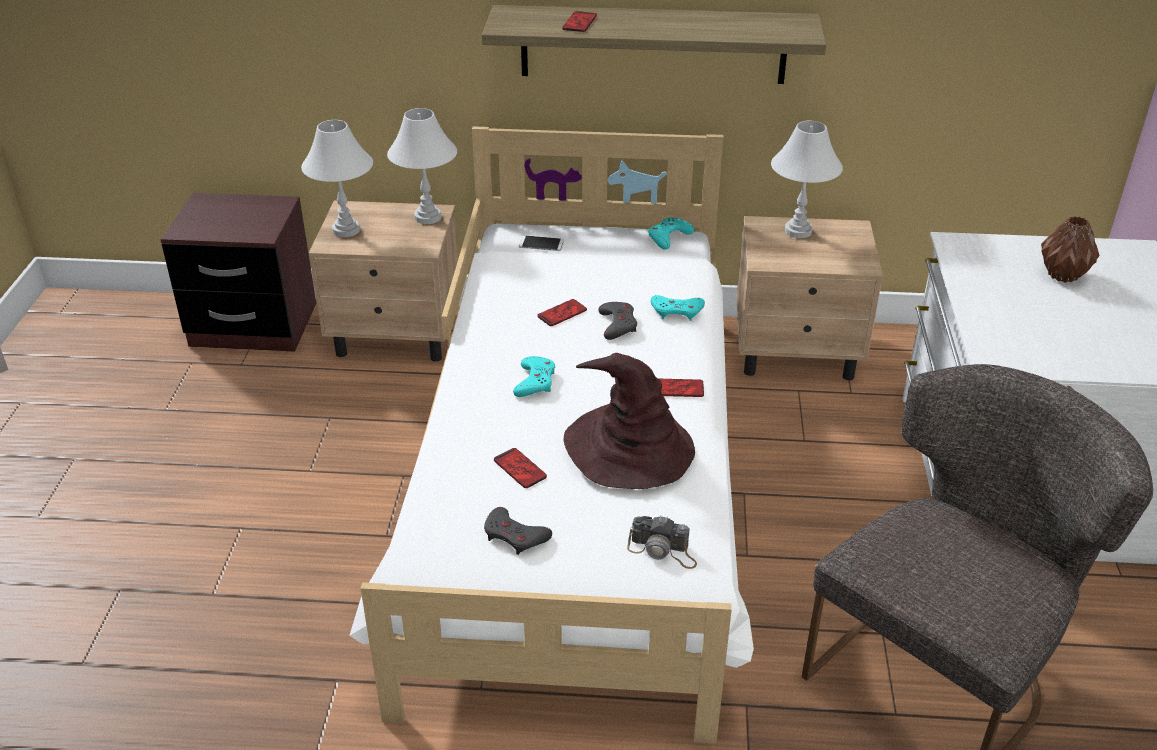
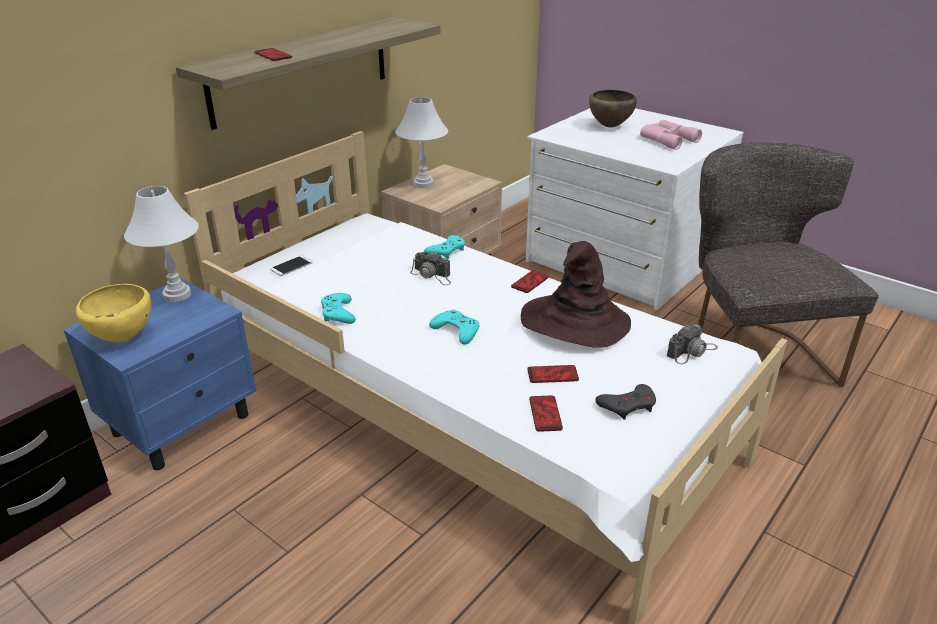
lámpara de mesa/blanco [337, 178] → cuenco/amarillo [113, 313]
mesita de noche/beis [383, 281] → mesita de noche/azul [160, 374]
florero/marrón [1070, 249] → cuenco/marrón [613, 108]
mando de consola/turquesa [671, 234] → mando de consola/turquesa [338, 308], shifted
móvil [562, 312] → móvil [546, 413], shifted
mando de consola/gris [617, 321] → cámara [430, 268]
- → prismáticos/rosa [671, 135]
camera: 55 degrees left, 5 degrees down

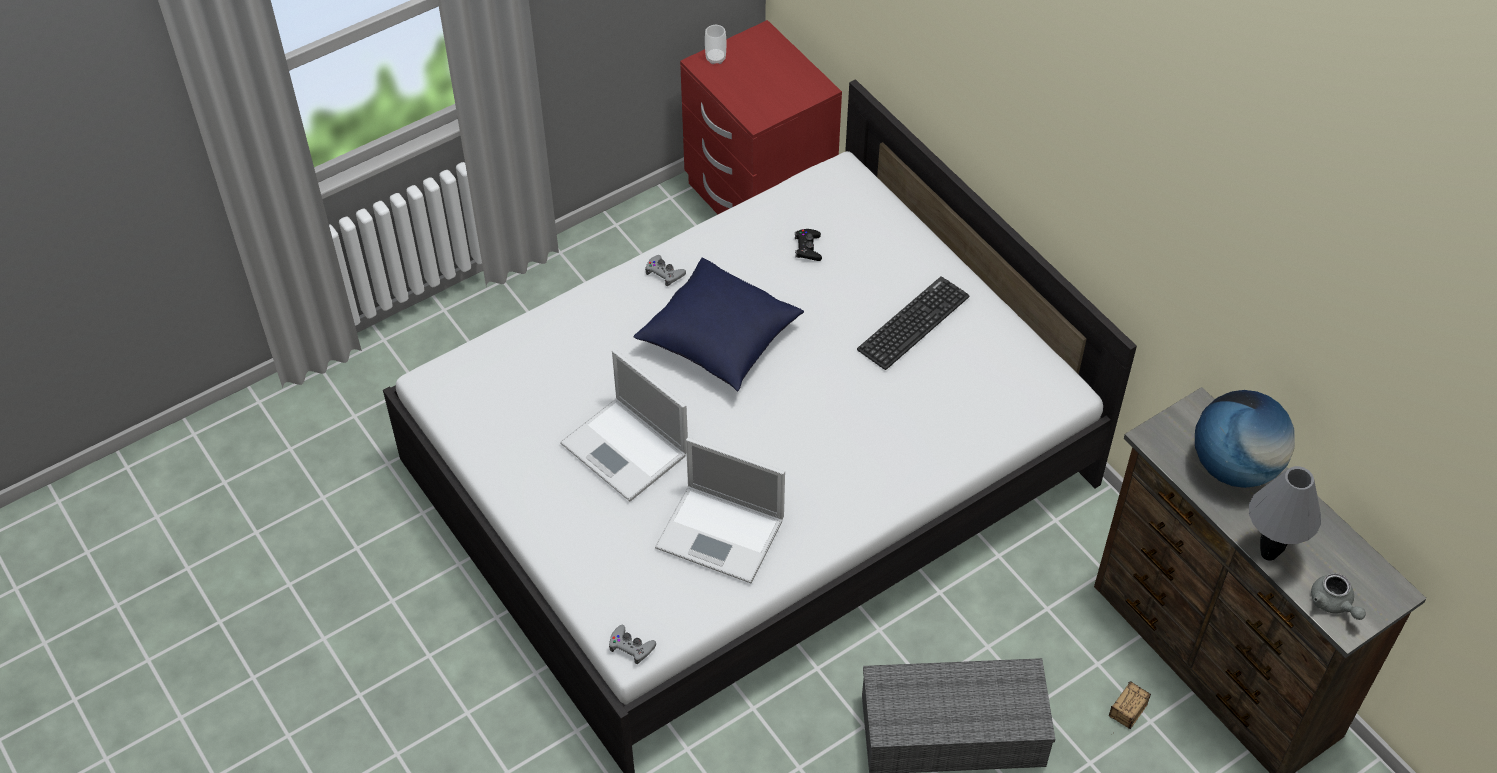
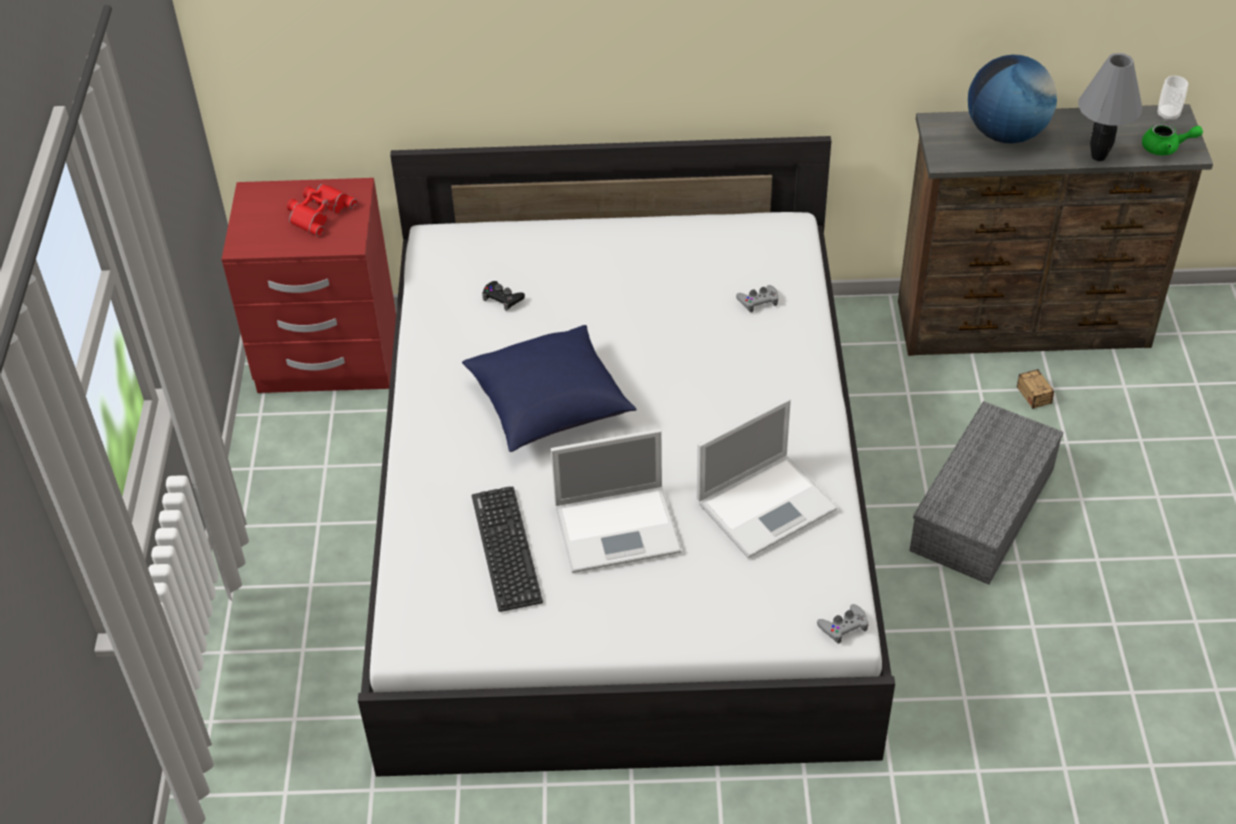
taza [715, 44] → taza [1173, 98], shifted
mando de consola/gris [665, 270] → mando de consola/gris [757, 298], shifted
teclado [913, 323] → teclado [507, 549], shifted
tetera/gris [1338, 596] → tetera/verde [1172, 138]
- → prismáticos/rojo [322, 210]
camera: 55 degrees left, 5 degrees down

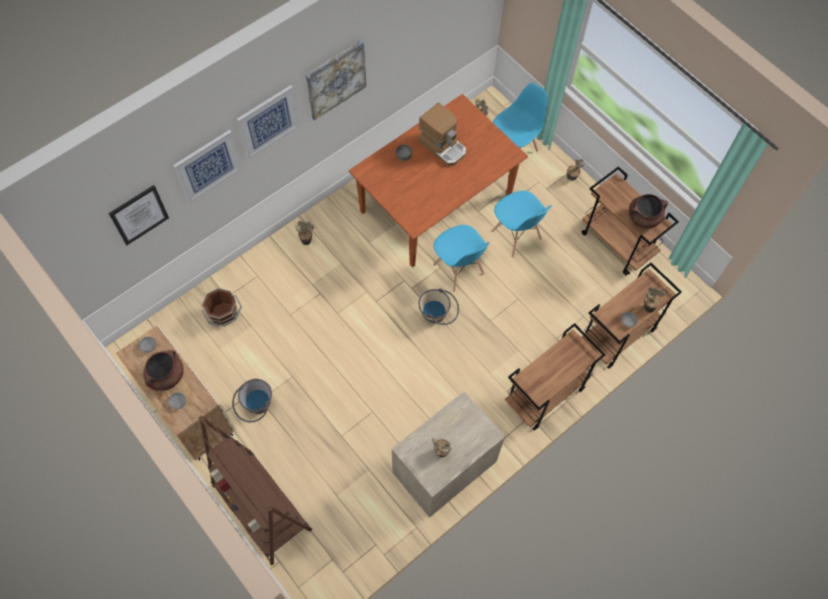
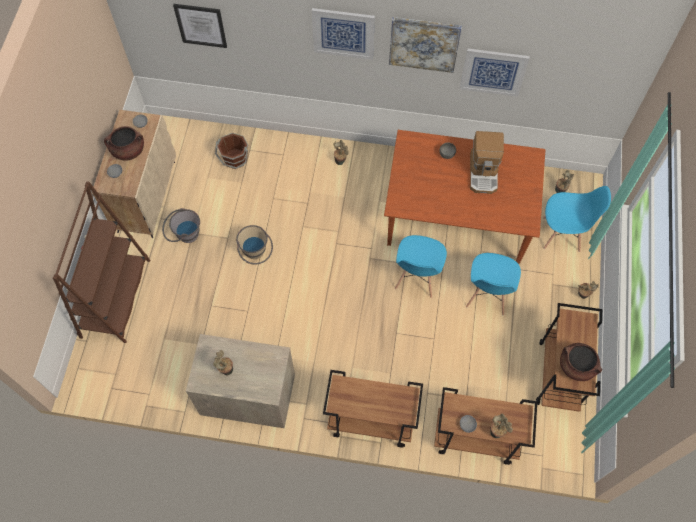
cuadro [207, 166] → cuadro [495, 72], shifted
cubo/beis [438, 307] → cubo/beis [254, 245], shifted
camera: 50 degrees right, 0 degrees up

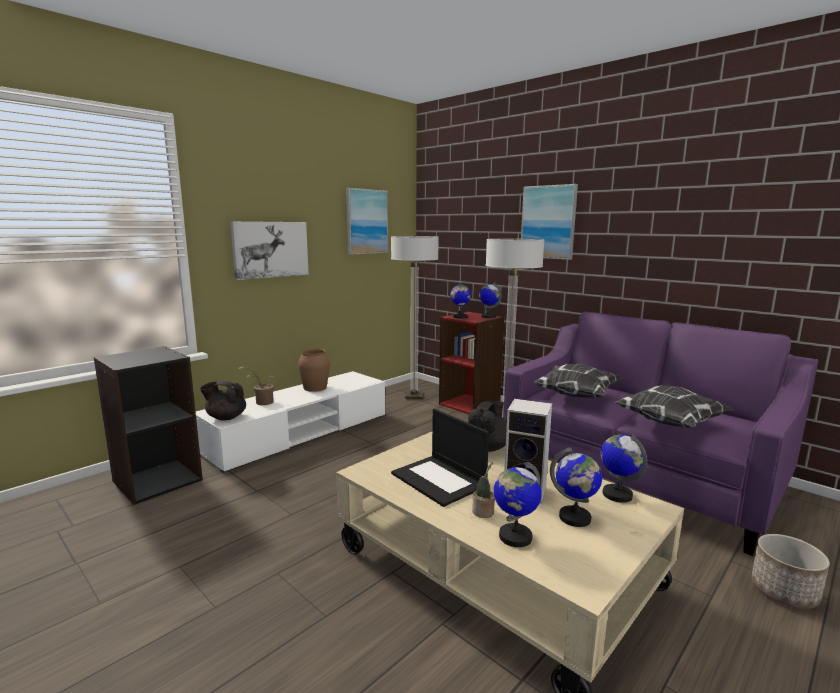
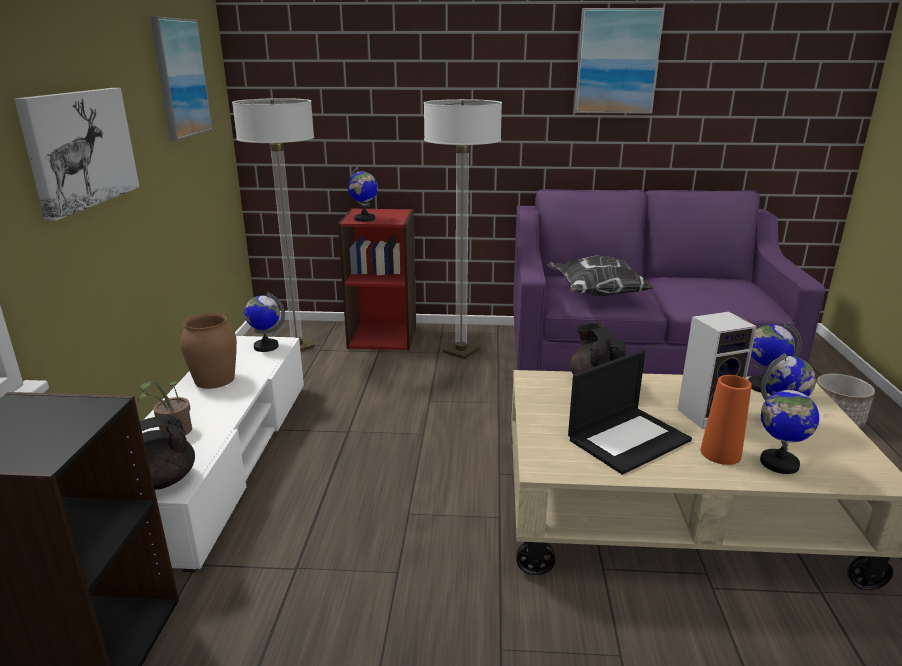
cuadro [549, 222] → cuadro [619, 61], shifted
globo terráqueo [490, 300] → globo terráqueo [264, 322], shifted
cojín [674, 406] → -
portátil [440, 458] → portátil [630, 412], 45 degrees counterclockwise
planta en maceta [483, 490] → florero/naranja [726, 420]
camera: 40 degrees left, 10 degrees up

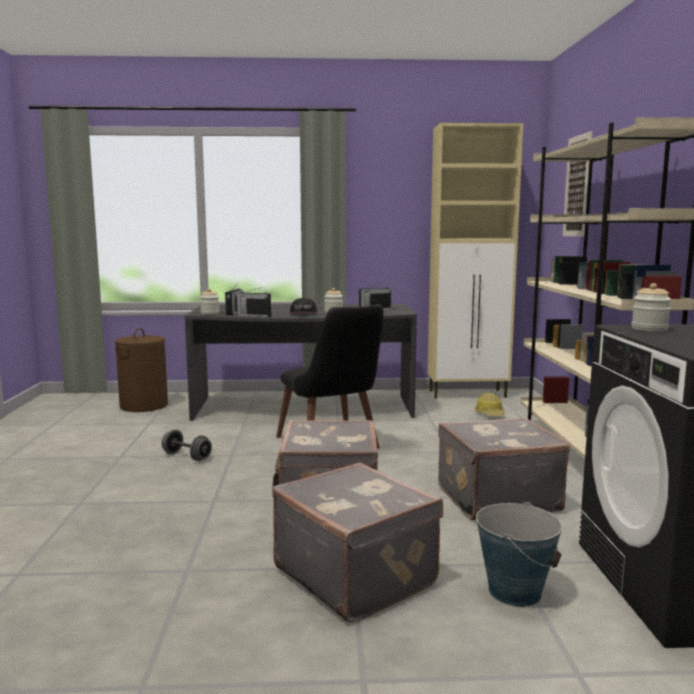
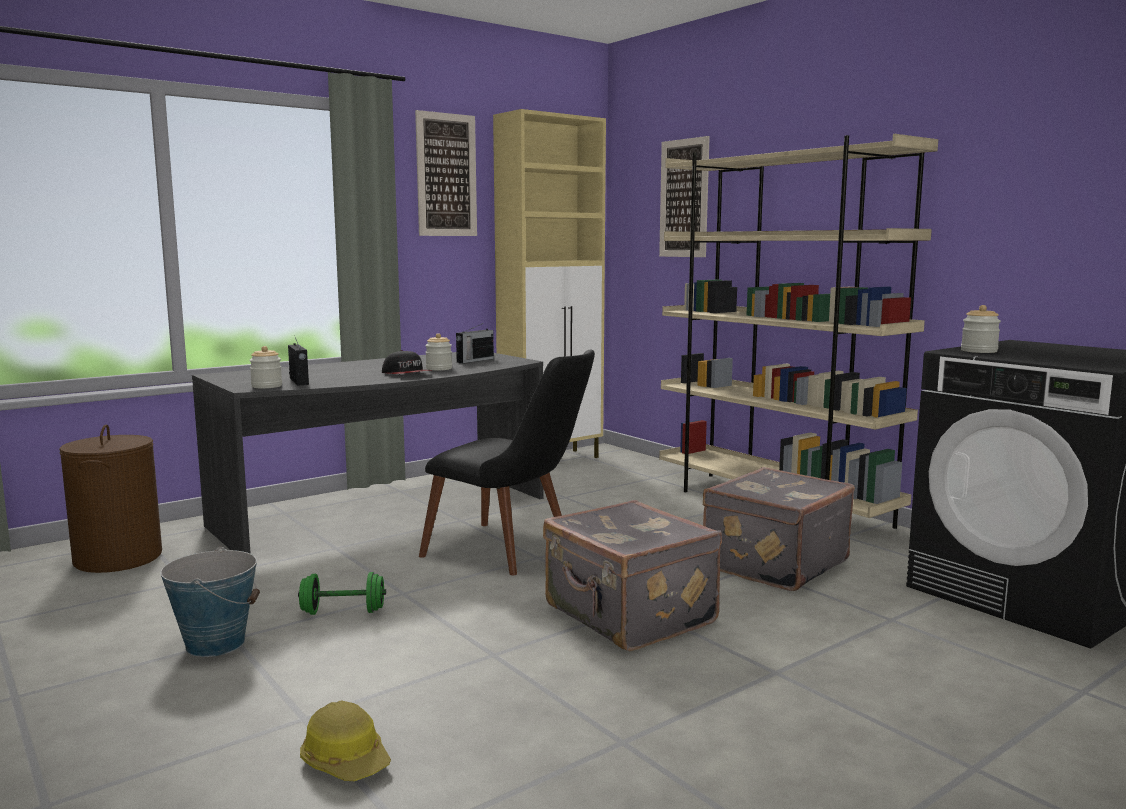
radio [253, 302] → -
casco [489, 404] → casco [345, 741], shifted
mancuerna/gris [187, 445] → mancuerna/verde [342, 593]
maleta/gris [357, 542] → -
cubo [519, 554] → cubo [210, 602], shifted
- → cuadro [446, 173]
camera: 35 degrees left, 0 degrees up

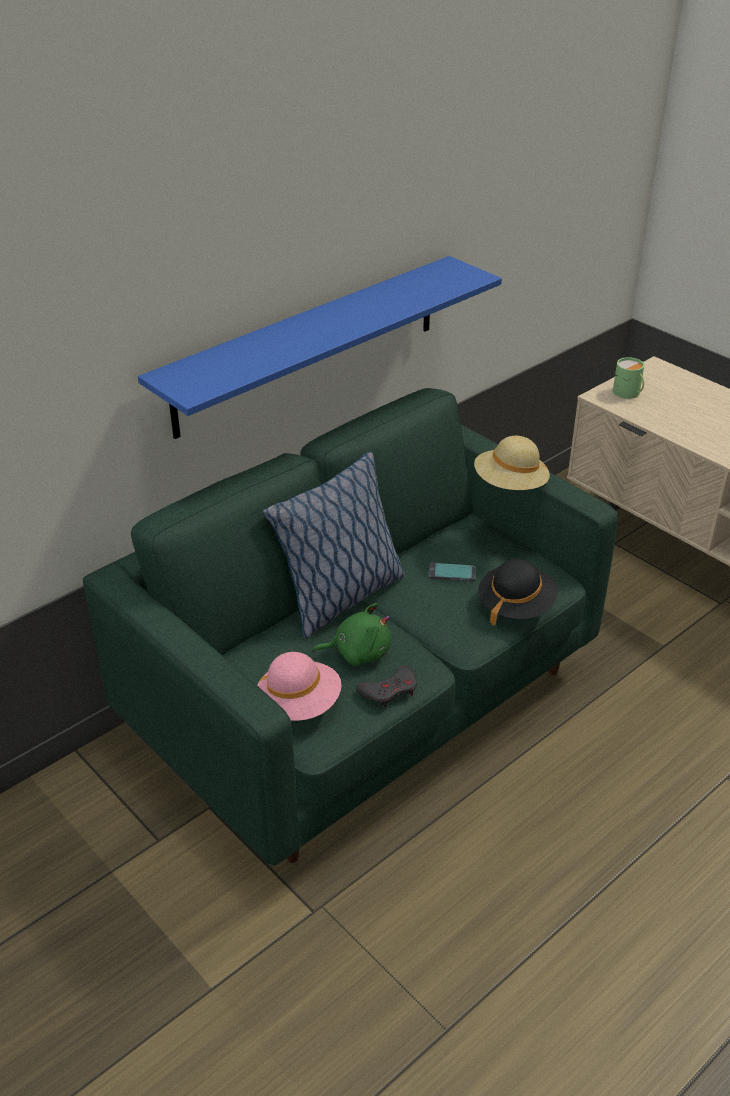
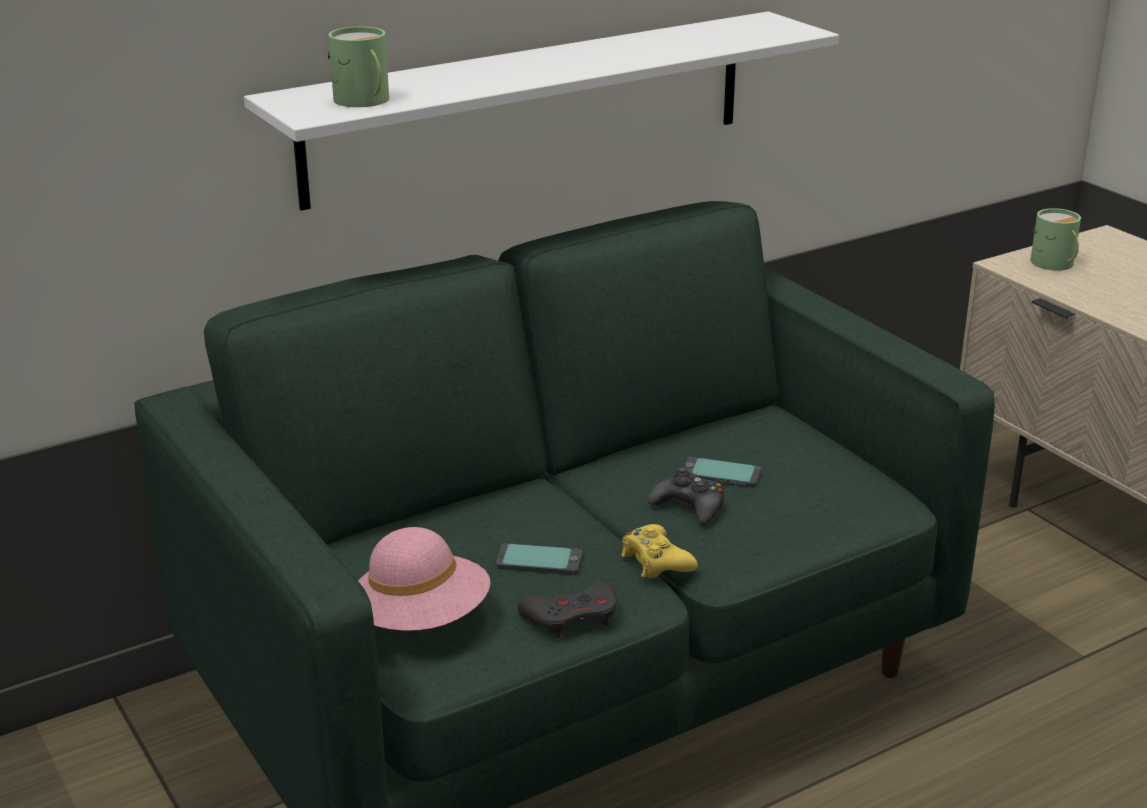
estante/azul [320, 347] → estante/blanco [541, 111]
sombrero/beis [512, 463] → -
cojín [333, 544] → -
sombrero/negro [518, 592] → -
peluche/verde [351, 634] → móvil [539, 559]
- → taza grande/verde [358, 67]
- → mando de consola/negro [686, 496]
- → mando de consola/amarillo [659, 551]
camera: 10 degrees right, 10 degrees down

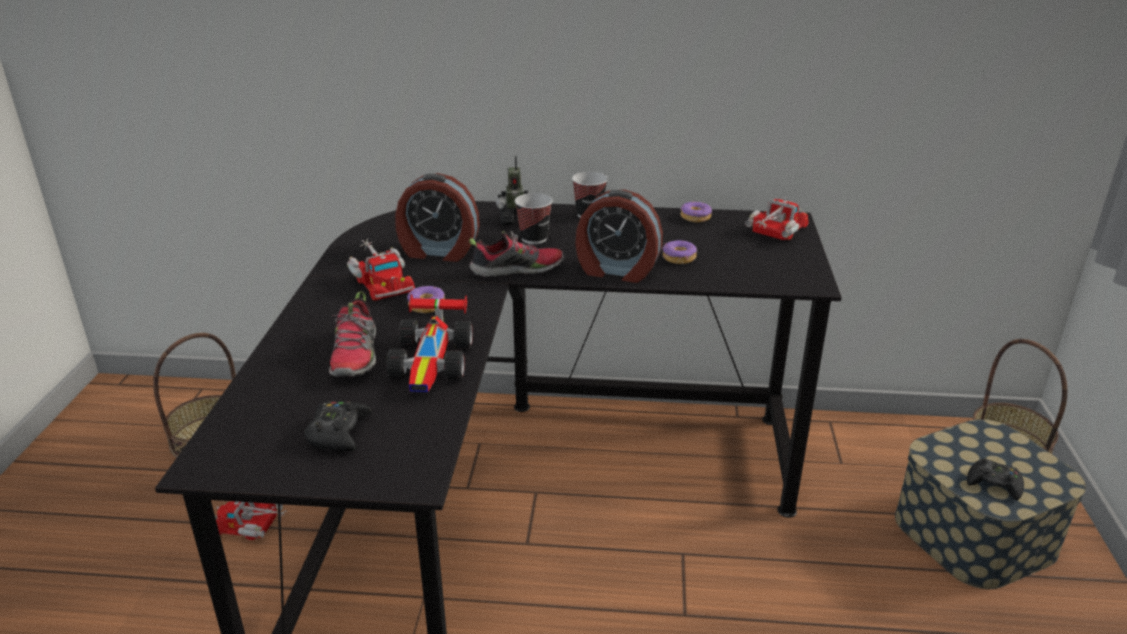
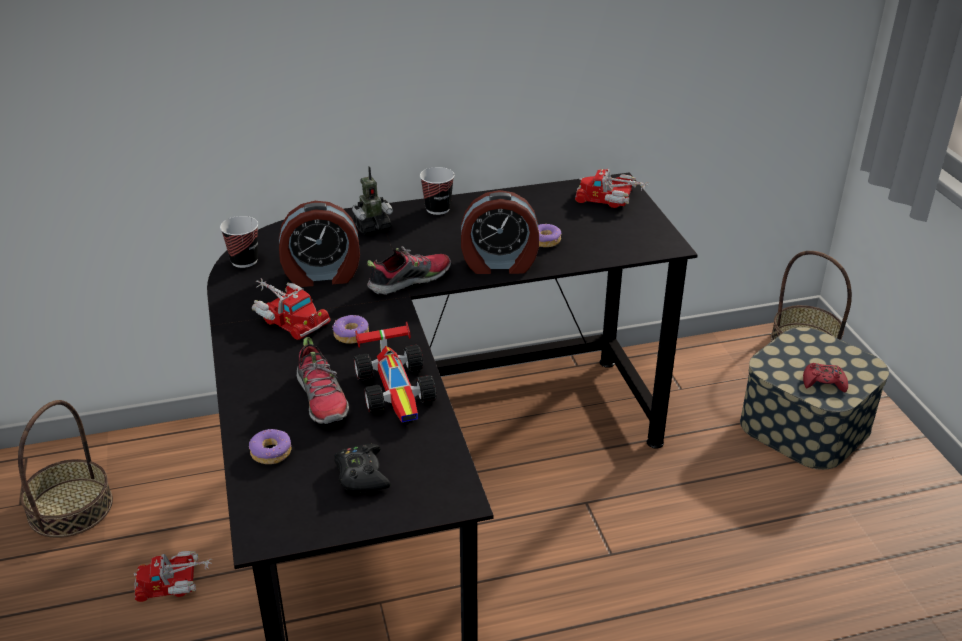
taza [534, 218] → taza [239, 242], shifted
camión de juguete [777, 218] → camión de juguete [612, 188], 90 degrees counterclockwise
rosquilla [696, 211] → rosquilla [270, 446], shifted
mando de consola/negro [995, 479] → mando de consola/rojo [825, 377]
camera: 20 degrees left, 5 degrees up

